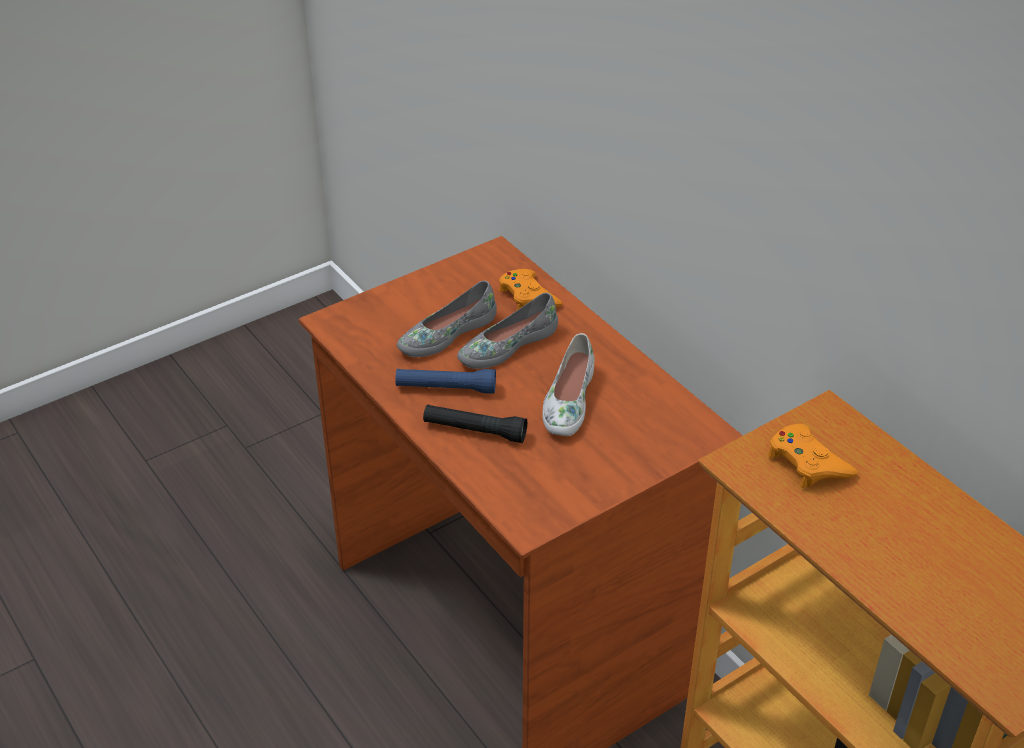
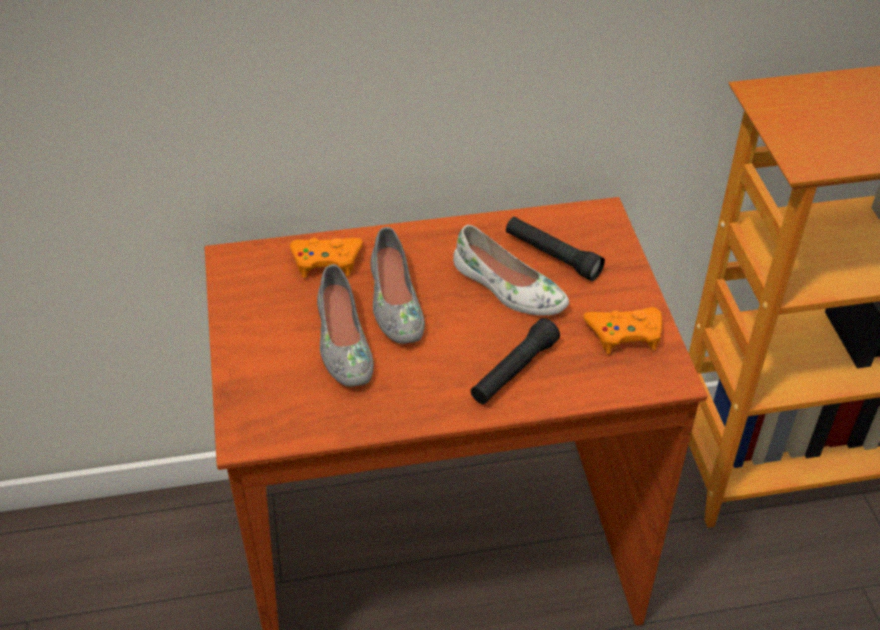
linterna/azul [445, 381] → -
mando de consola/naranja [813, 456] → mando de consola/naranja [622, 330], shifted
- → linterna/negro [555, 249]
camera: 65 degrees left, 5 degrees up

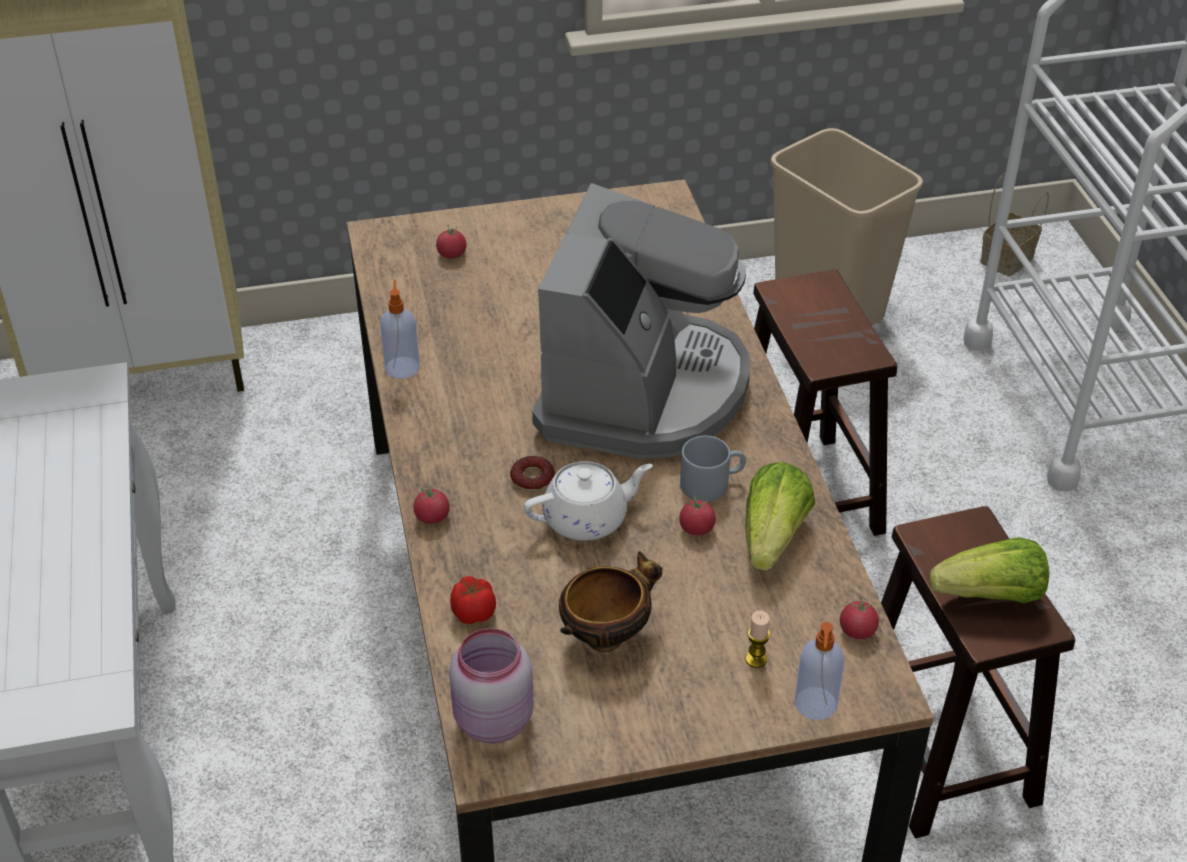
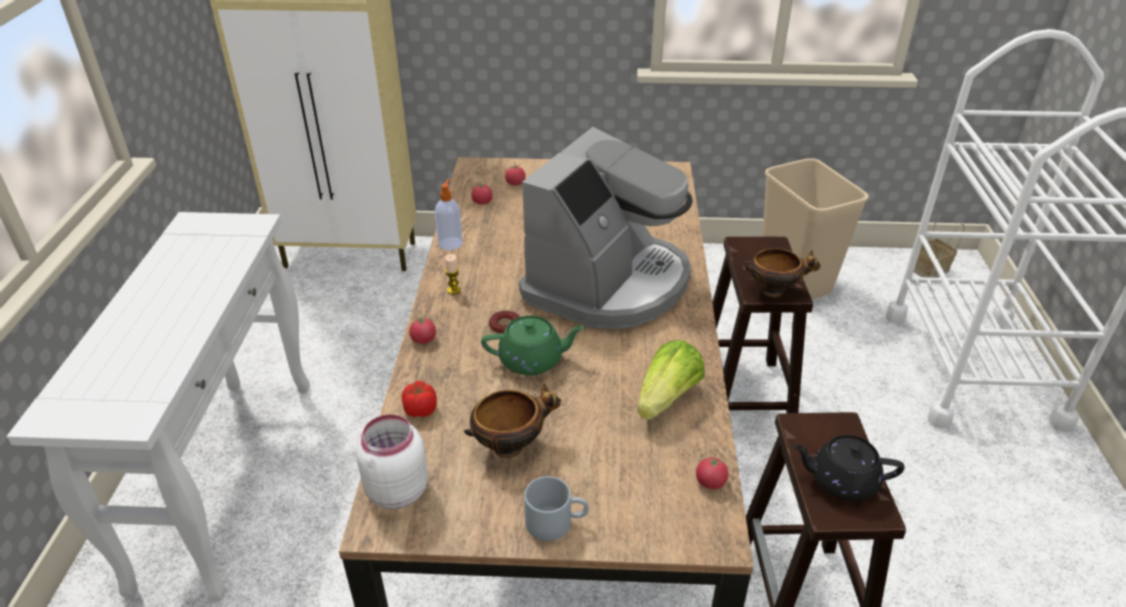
taza grande/gris [713, 469] → taza grande/gris [556, 508], shifted
tetera/blanco [588, 501] → tetera/verde [533, 345]
tomate [697, 515] → tomate [482, 193], shifted
lechuga [989, 570] → tetera/negro [848, 468]
vela [758, 639] → vela [453, 274], shifted
dispensador de jabón [819, 671] → -
tarro/rosa [491, 685] → tarro/blanco [392, 461]
- → cuenco [783, 272]
camera: 15 degrees right, 5 degrees down

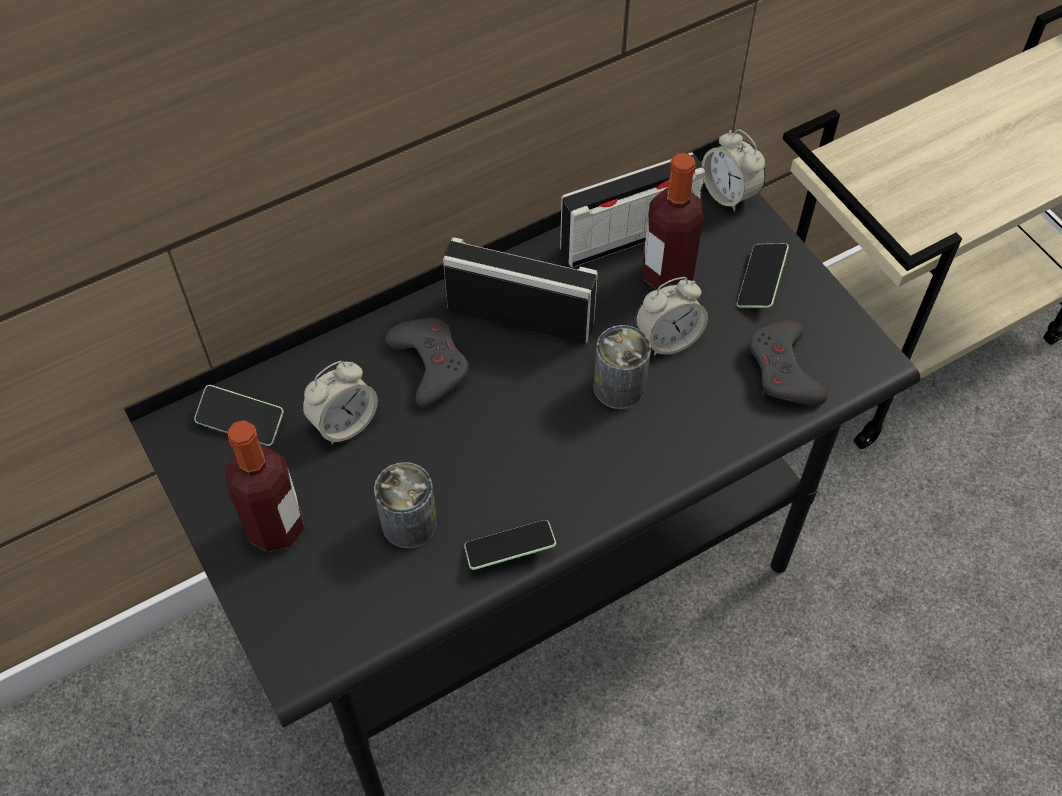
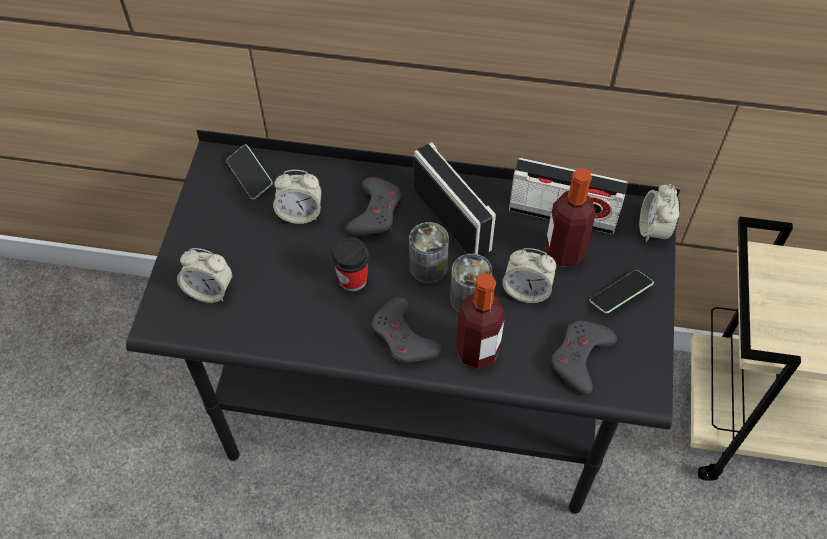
botella [264, 486] → botella [480, 321], shifted
lata [405, 505] → lata [429, 252], shifted
móvil [510, 545] → -
- → taza [350, 264]
- → despertador [205, 275]
- → mando de consola/gris [407, 330]
camera: 40 degrees right, 0 degrees up

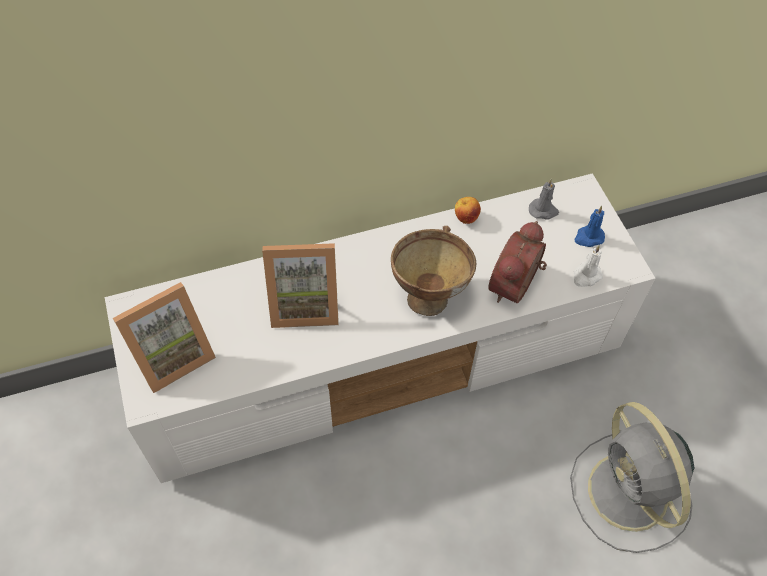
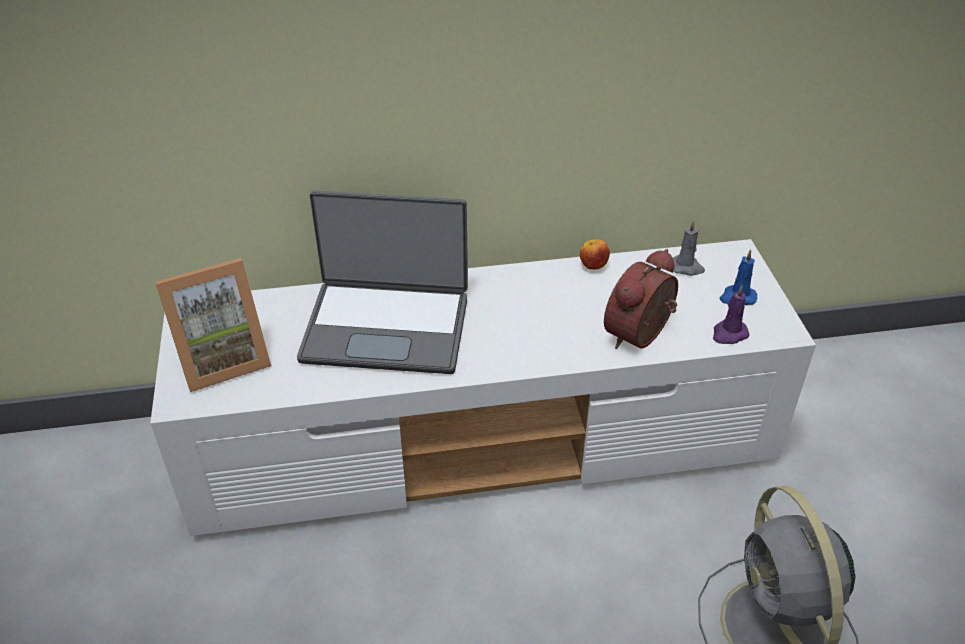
cuenco/marrón [433, 271] → -
portarretratos [300, 285] → portátil [382, 282]
vela/blanco [588, 266] → vela/morado [731, 314]
camera: 10 degrees right, 15 degrees down

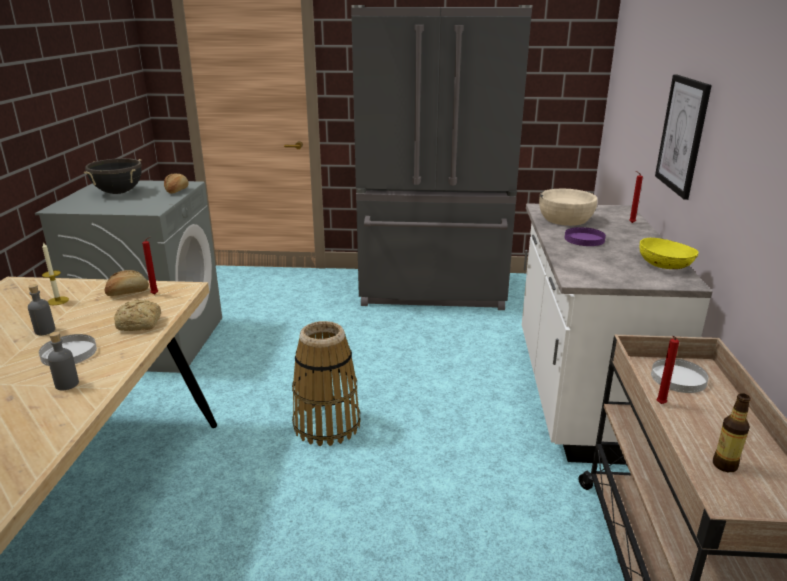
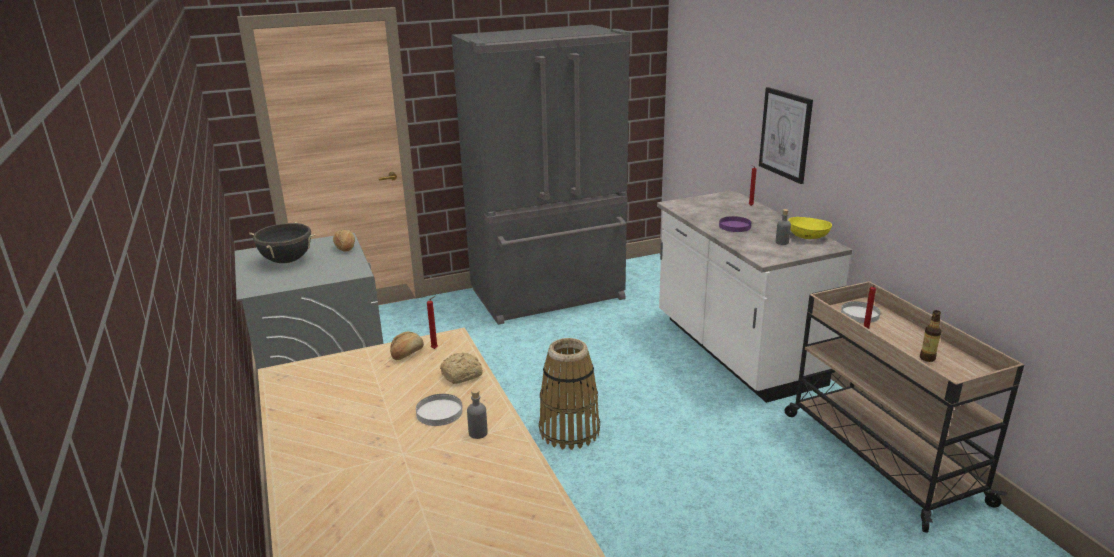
cuenco/beis [568, 207] → -
vela [55, 273] → -
botella/gris [41, 309] → botella/gris [783, 227], shifted
camera: 25 degrees left, 0 degrees up

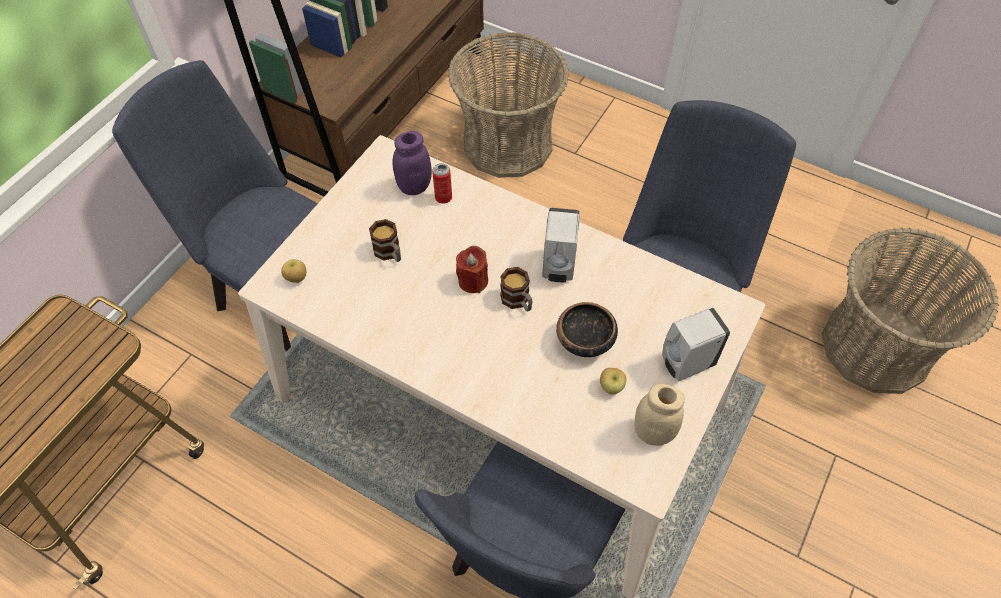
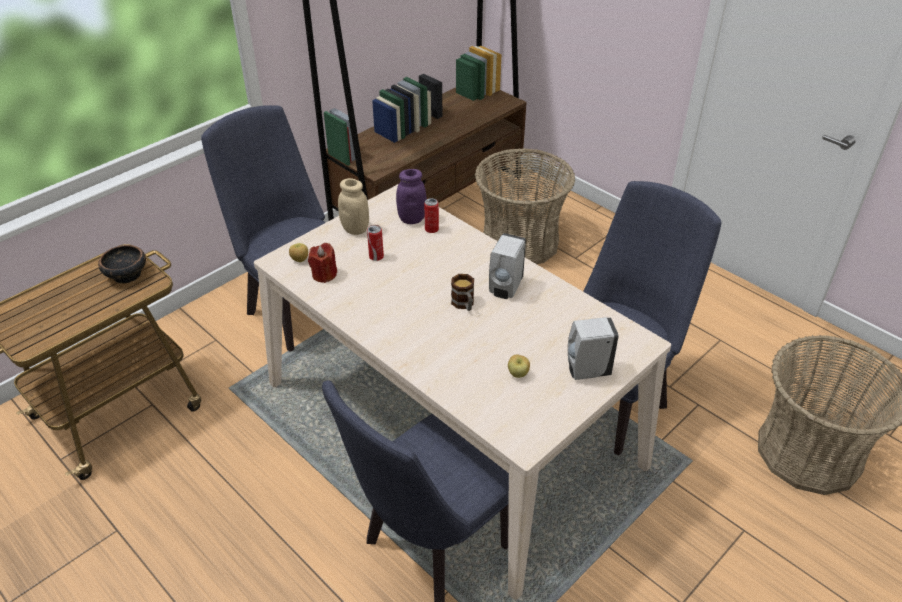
taza grande [385, 240] → lata [375, 243]
vela/rojo [472, 269] → vela/rojo [322, 263], shifted
cuenco [587, 329] → cuenco [122, 264], shifted
tarro/beis [659, 415] → tarro/beis [353, 206], shifted
camera: 15 degrees right, 15 degrees down

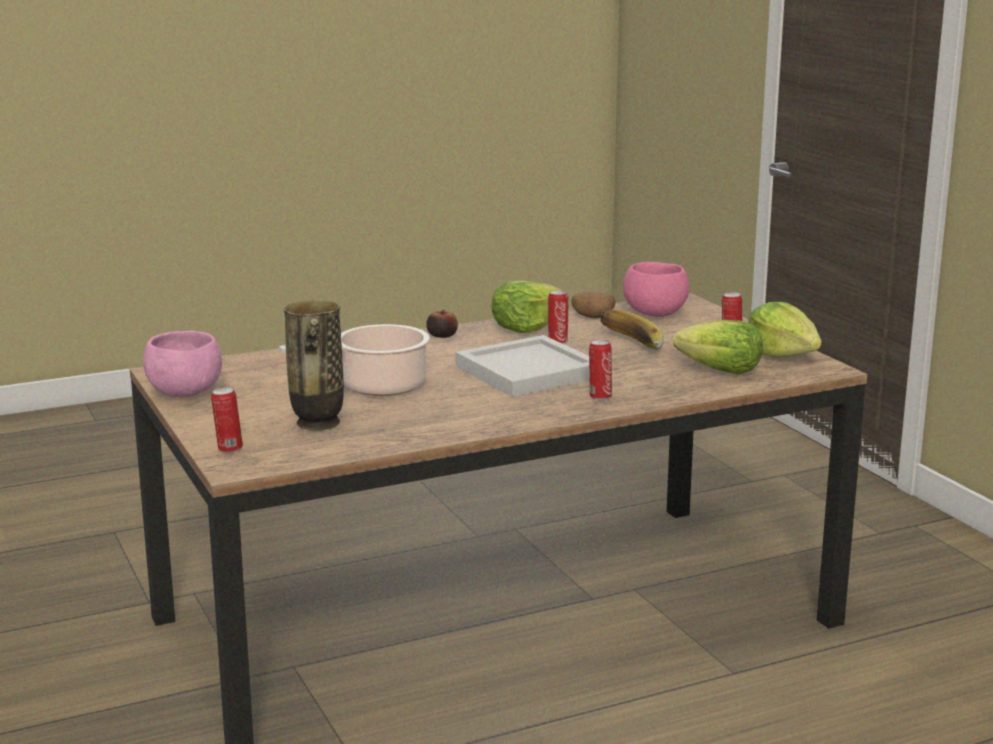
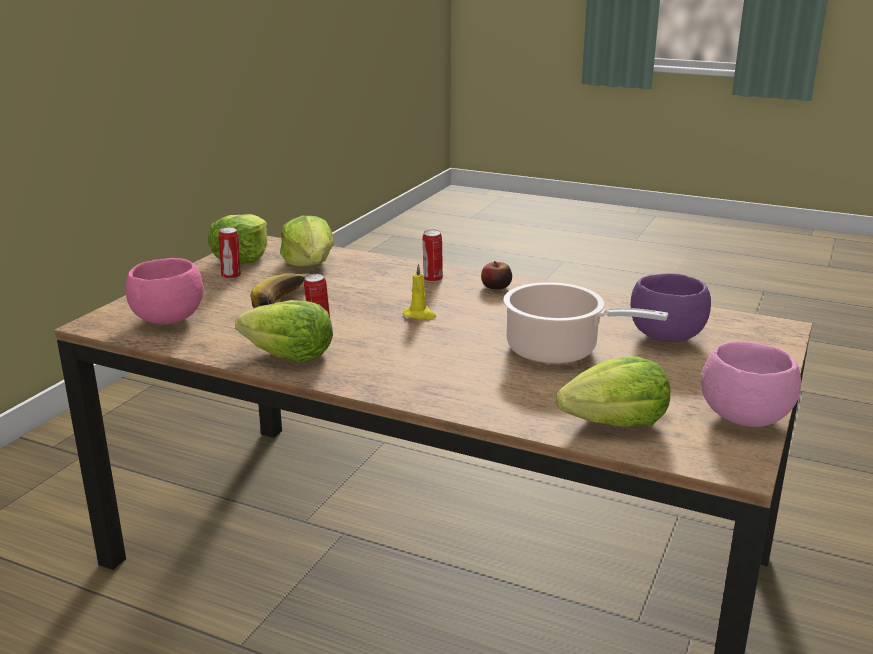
patata [593, 305] → -
florero [314, 365] → cuenco/morado [671, 307]
manzana [442, 323] → manzana [496, 275], shifted
bandeja/blanco [522, 366] → vela/amarillo [419, 291]
lata [227, 419] → -
- → lechuga [613, 391]
camera: 130 degrees left, 5 degrees up

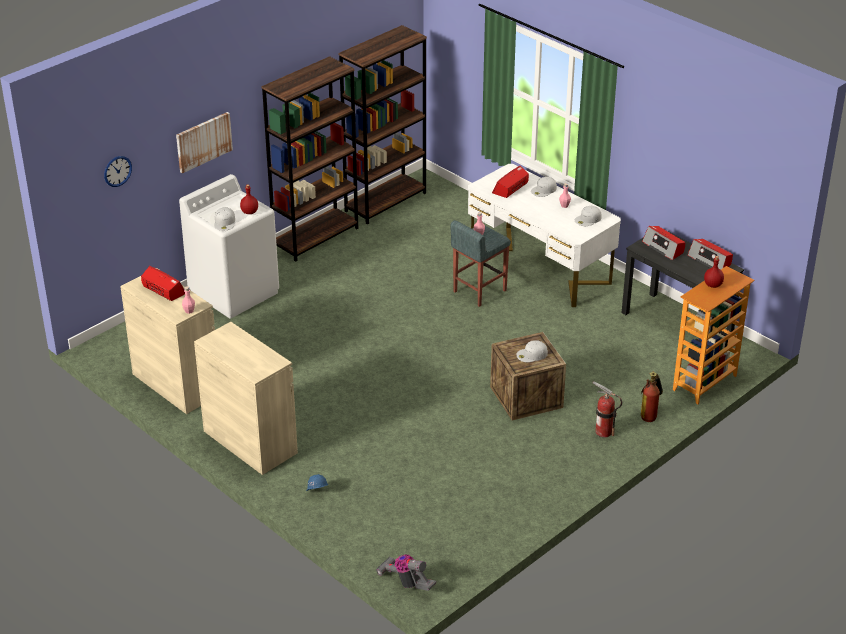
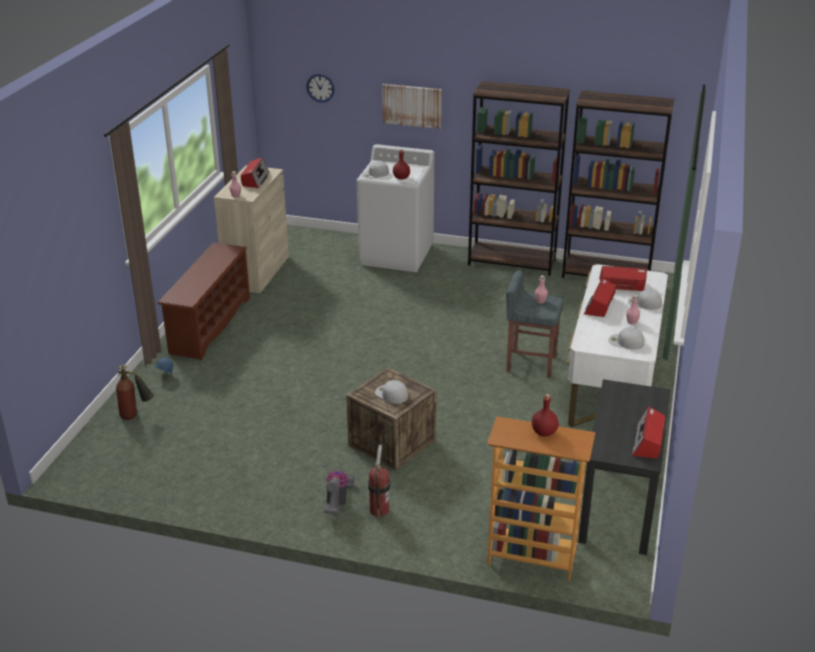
radio [663, 243] → radio [600, 297], shifted
armario/beis [246, 398] → zapatero/marrón [204, 302]
extintor [652, 397] → extintor [135, 392], shifted
aspiradora [406, 572] → aspiradora [339, 492], shifted
camera: 60 degrees right, 5 degrees down

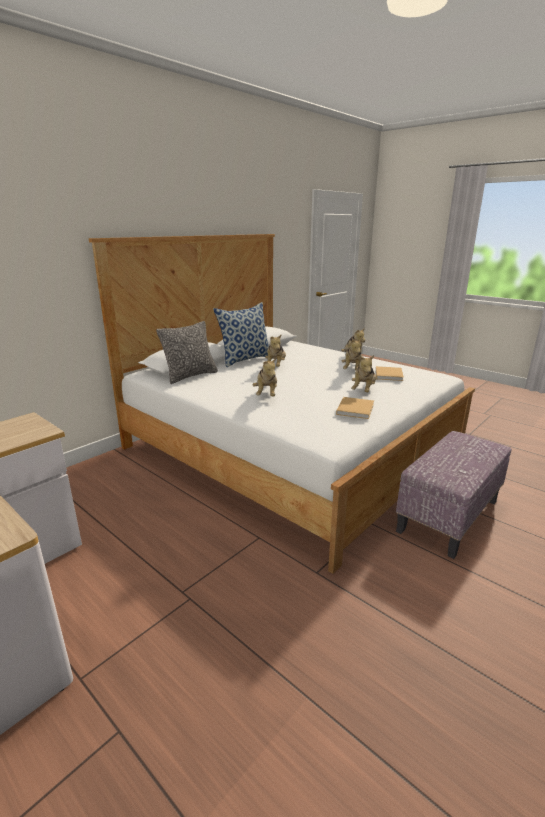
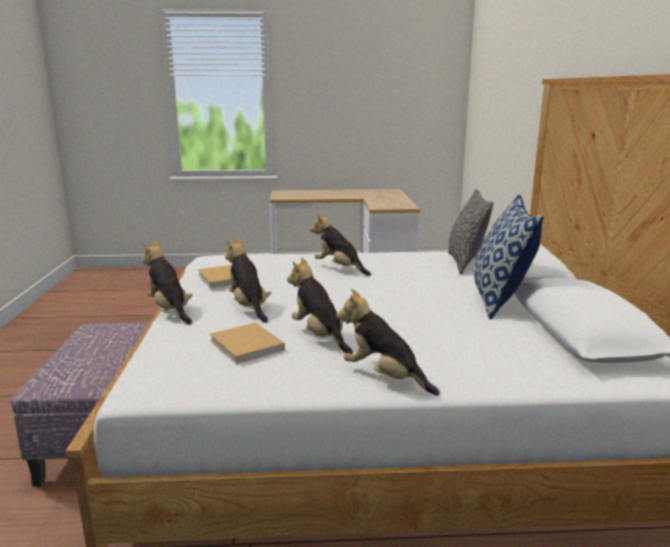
peluche [275, 351] → peluche [167, 282], shifted
camera: 135 degrees right, 5 degrees down

